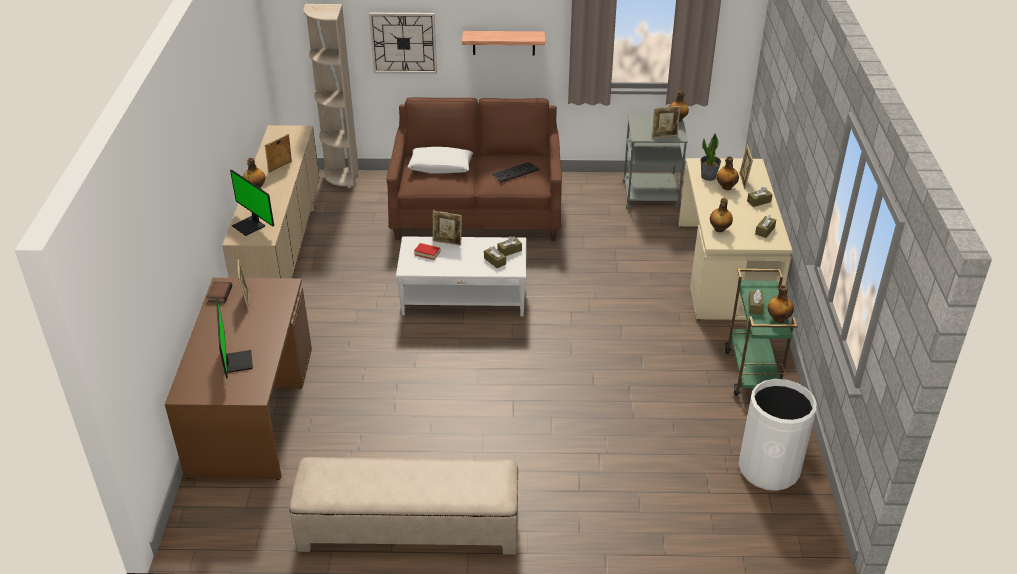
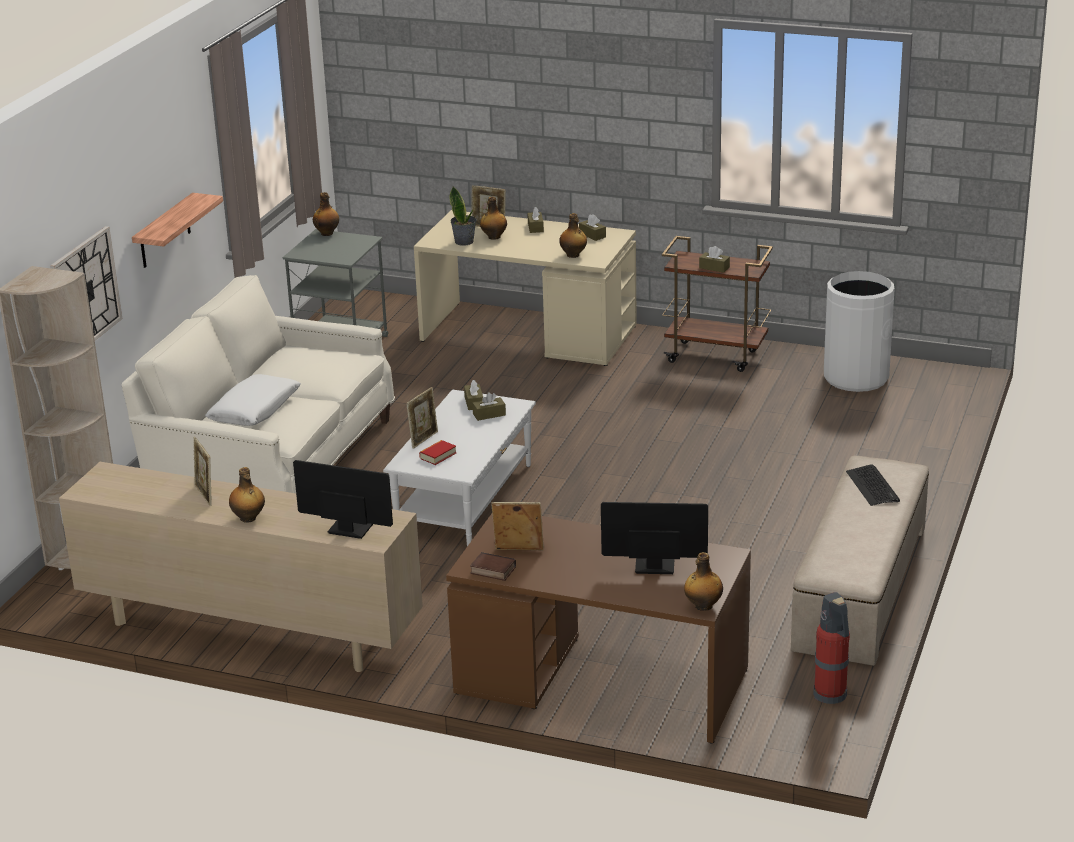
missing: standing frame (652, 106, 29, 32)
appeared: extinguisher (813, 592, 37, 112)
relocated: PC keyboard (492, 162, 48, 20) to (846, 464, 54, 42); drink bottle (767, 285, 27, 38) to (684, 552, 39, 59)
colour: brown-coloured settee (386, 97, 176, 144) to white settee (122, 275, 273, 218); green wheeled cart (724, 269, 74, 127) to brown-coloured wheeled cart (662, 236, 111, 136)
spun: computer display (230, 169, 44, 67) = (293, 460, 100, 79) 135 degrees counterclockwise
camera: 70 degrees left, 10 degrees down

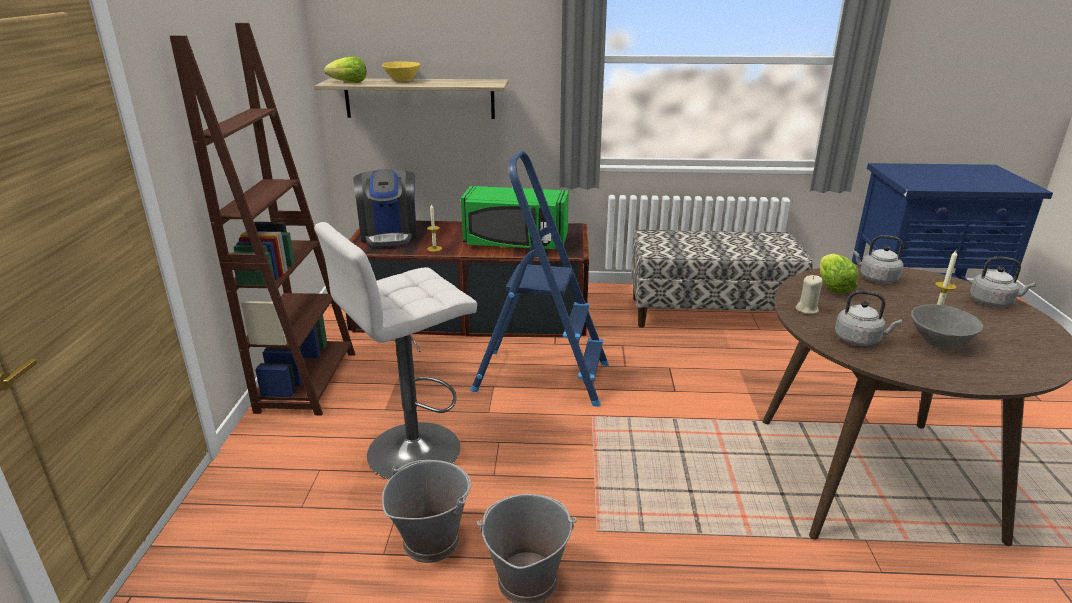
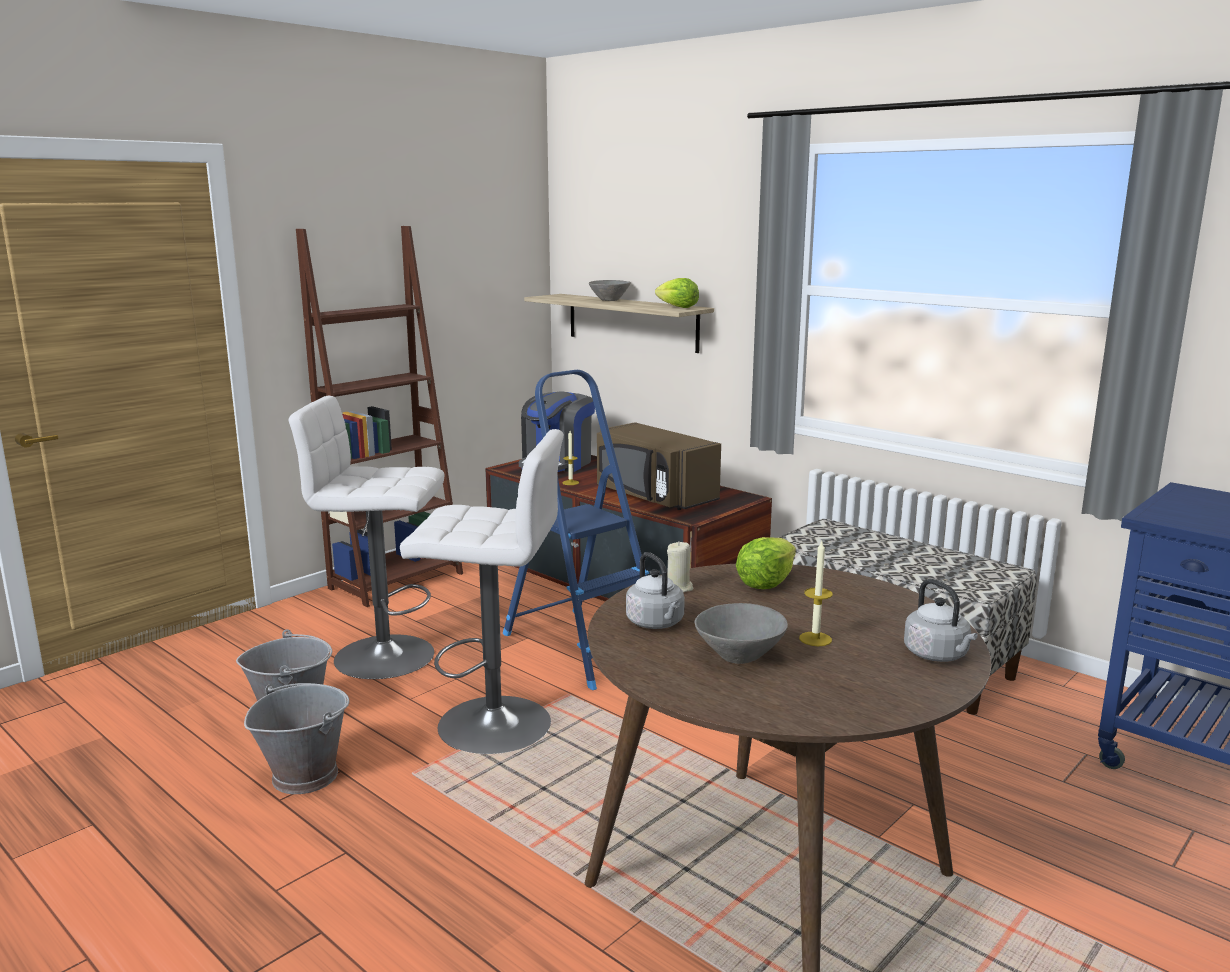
missing: gray tea kettle (852, 235, 52, 49)
appeared: white stool (400, 429, 164, 325)
relocated: lettuce head (324, 57, 43, 26) to (655, 278, 44, 30)
colour: yellow deep dish (382, 61, 38, 21) to gray deep dish (589, 280, 42, 21); green microwave oven (461, 186, 108, 64) to brown-coloured microwave oven (597, 422, 124, 88)
camera: 40 degrees right, 10 degrees down

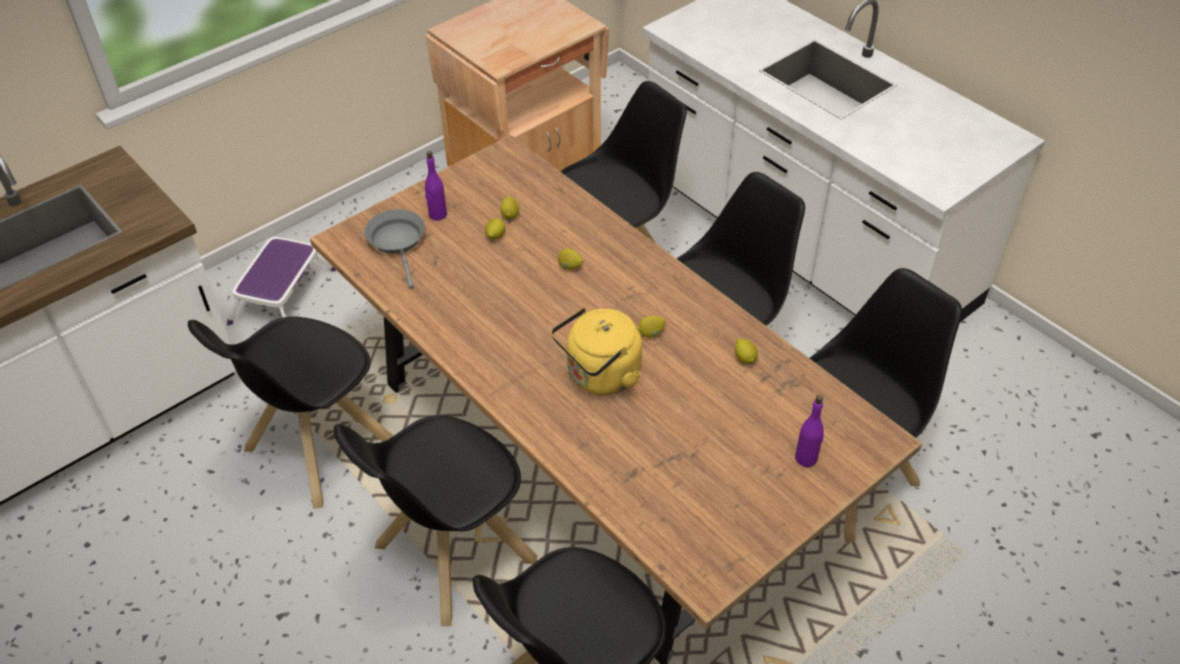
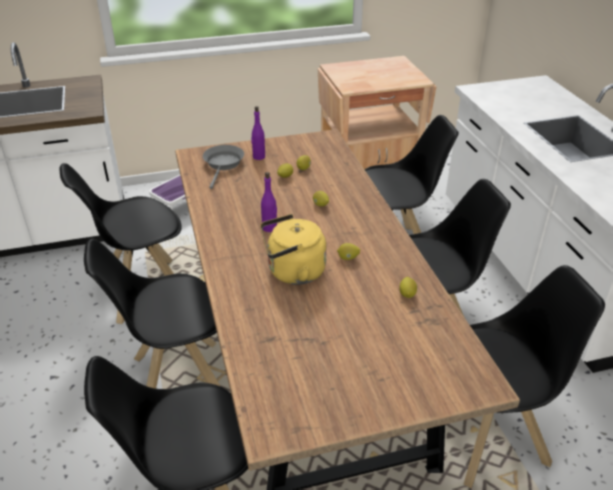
relocated: purple-coloured drink bottle (795, 395, 29, 72) to (261, 172, 16, 60)
camera: 25 degrees right, 10 degrees down

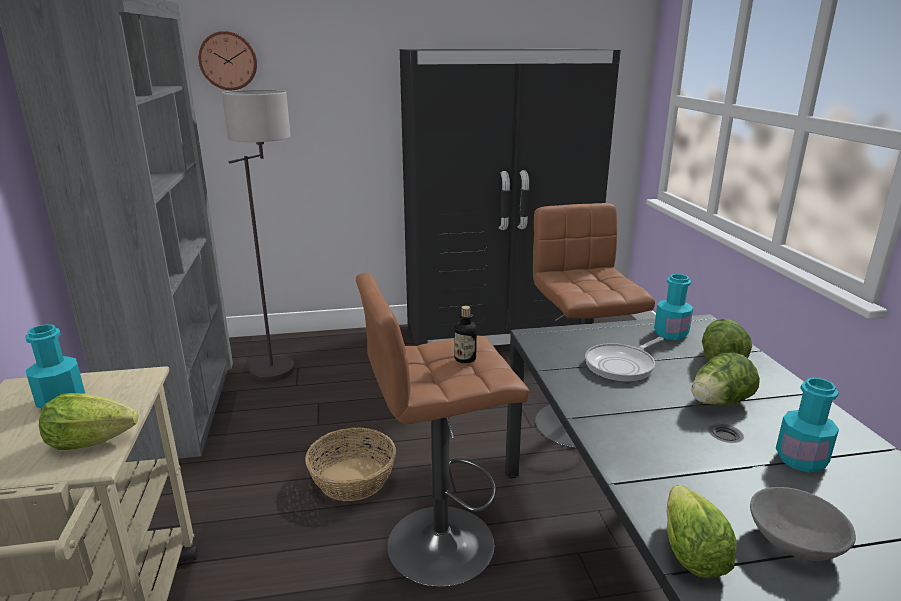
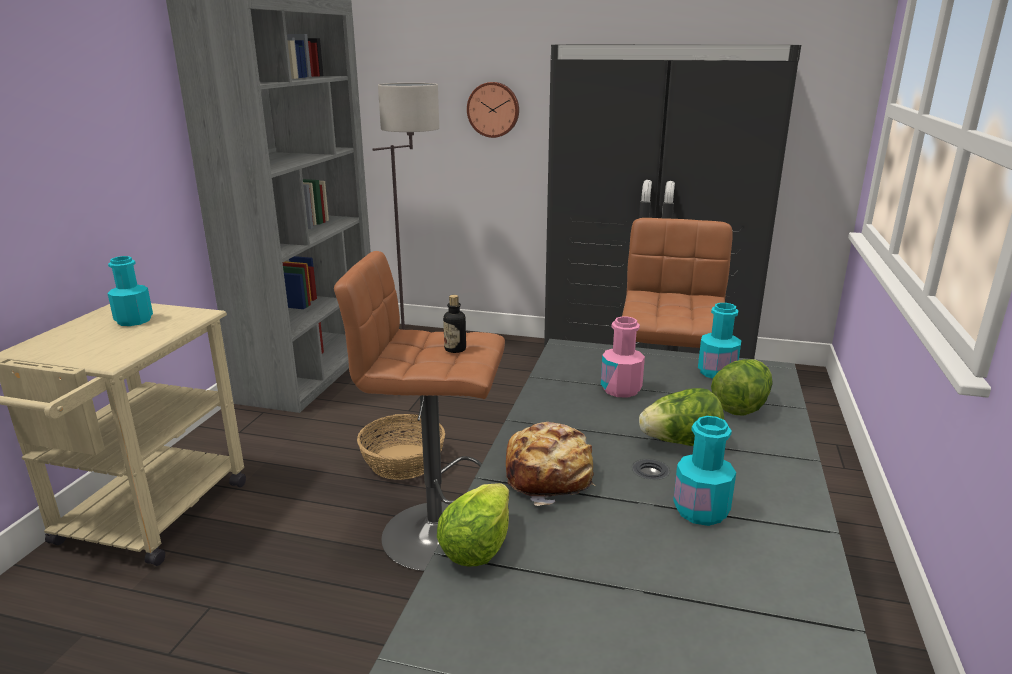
missing: lettuce head (39, 393, 99, 57); gray deep dish (750, 487, 106, 74)
appeared: bread (506, 422, 89, 84)
relocated: wall clock (198, 31, 59, 59) to (467, 82, 52, 56)
exchanged: skillet (585, 337, 79, 45) to pinkish drink bottle (601, 316, 44, 82)
camera: 25 degrees right, 0 degrees up

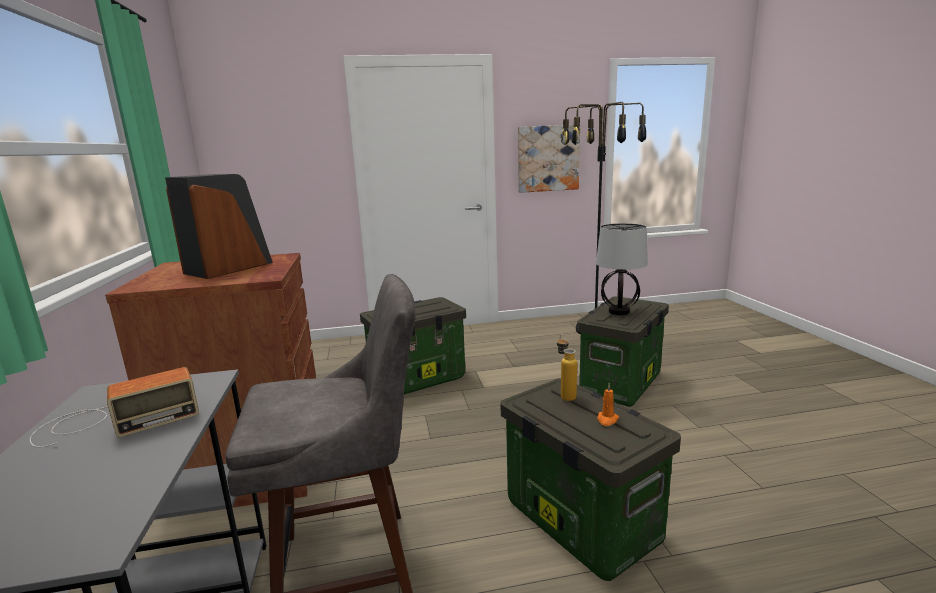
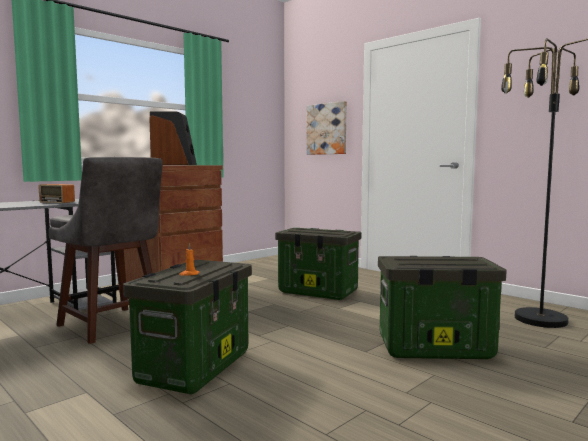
missing: drink bottle (557, 335, 20, 66); tabletop lamp (596, 223, 52, 92)
relocated: picture (518, 125, 62, 68) to (307, 101, 40, 54)
camera: 55 degrees right, 10 degrees down

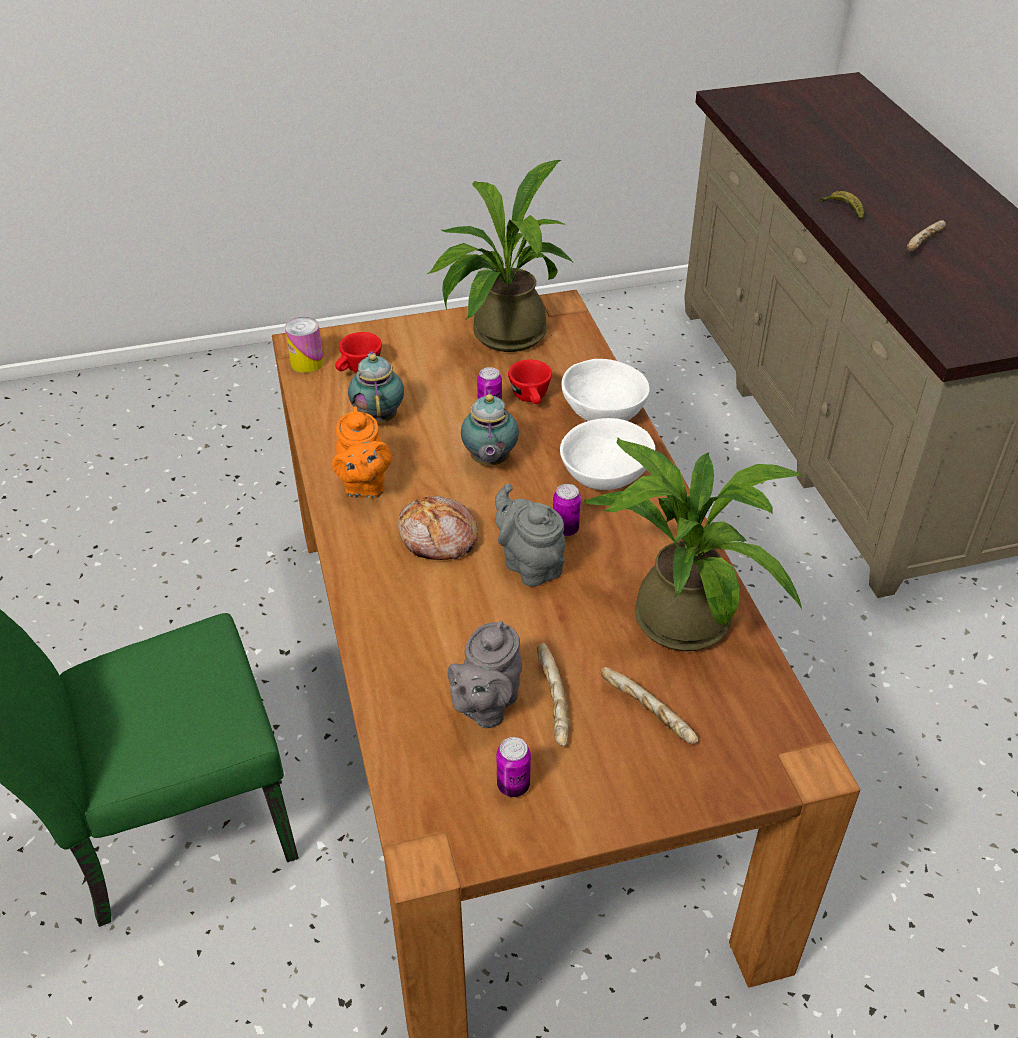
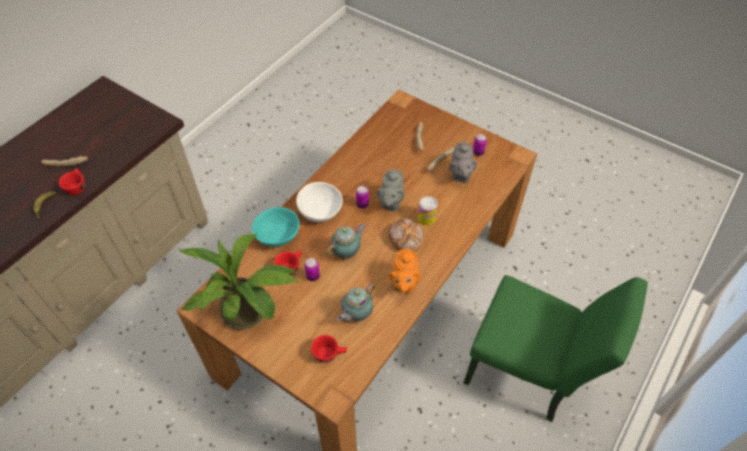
missing: houseplant (584, 438, 219, 213)
appeared: red-coloured cup (59, 169, 26, 26)
relocated: sealed can (285, 317, 39, 56) to (418, 196, 20, 30)
colour: white deep dish (561, 359, 89, 62) to turquoise-coloured deep dish (252, 207, 48, 40)
spun: orange-coloured tea pot (332, 407, 59, 92) = (389, 249, 31, 45) 150 degrees clockwise; gray tea pot (448, 621, 74, 107) = (449, 141, 28, 42) 105 degrees clockwise
camera: 130 degrees left, 10 degrees up

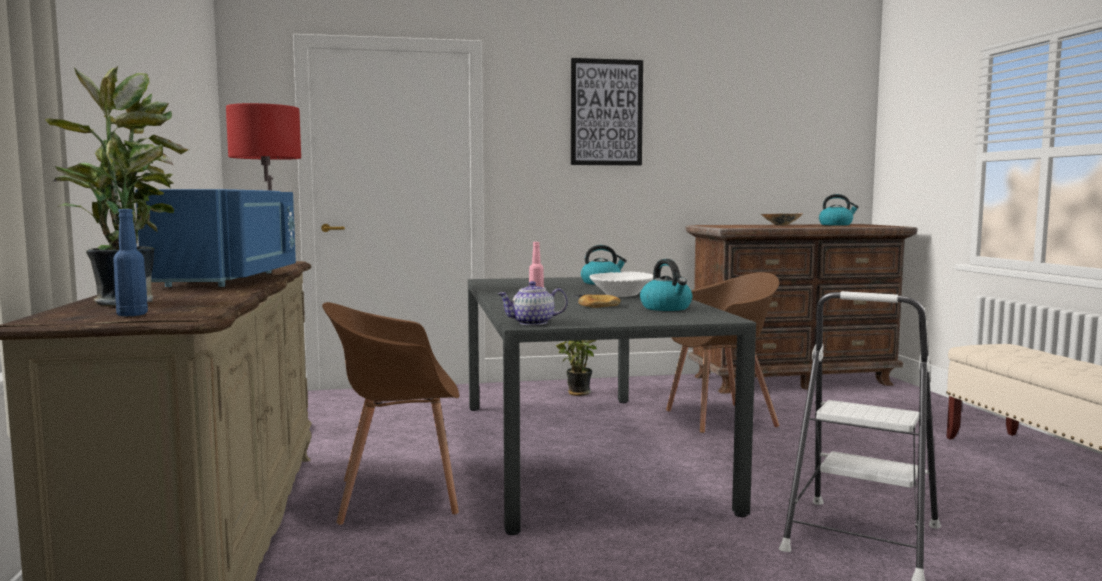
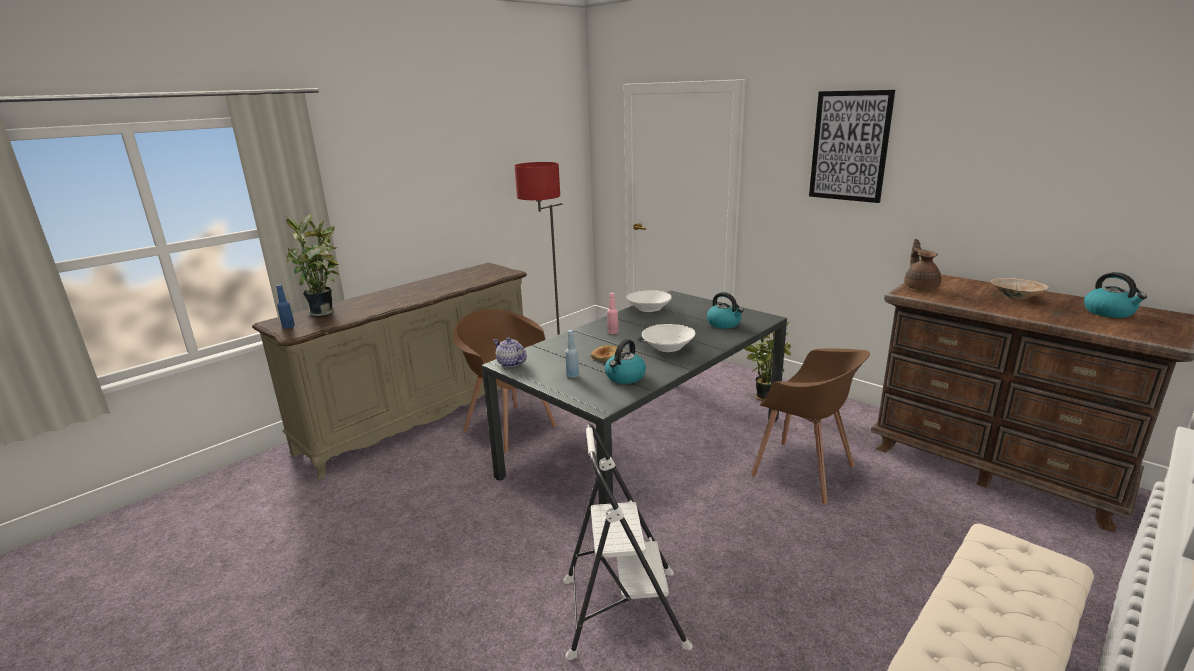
missing: bluish microwave oven (135, 189, 161, 98)
appeared: bluish drink bottle (565, 330, 14, 48); white deep dish (626, 290, 46, 22); brown-coloured tea pot (904, 239, 37, 51)
camera: 55 degrees right, 15 degrees up

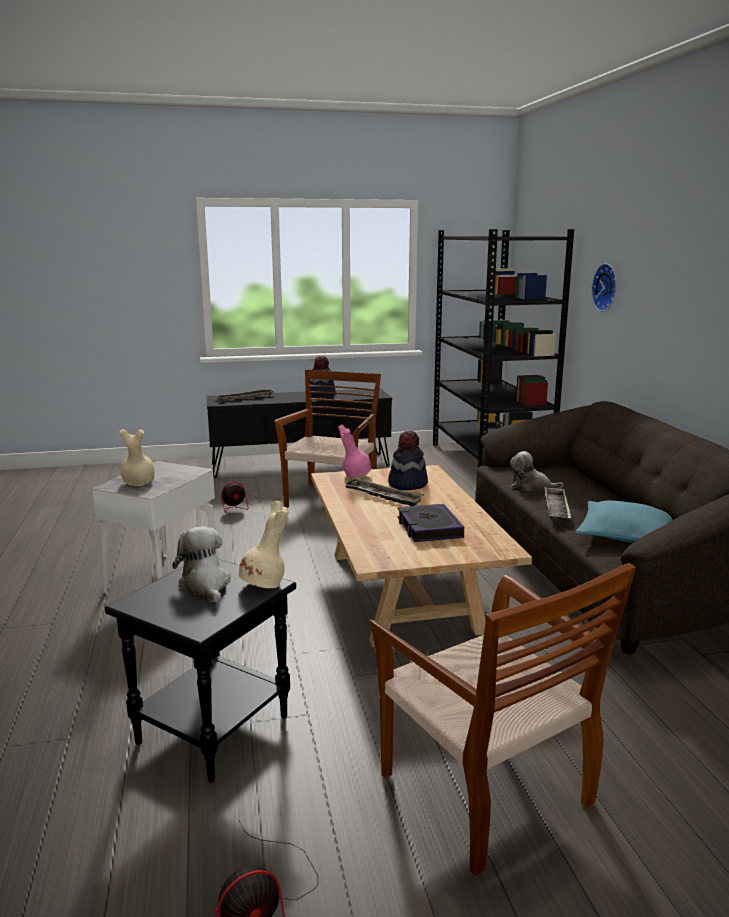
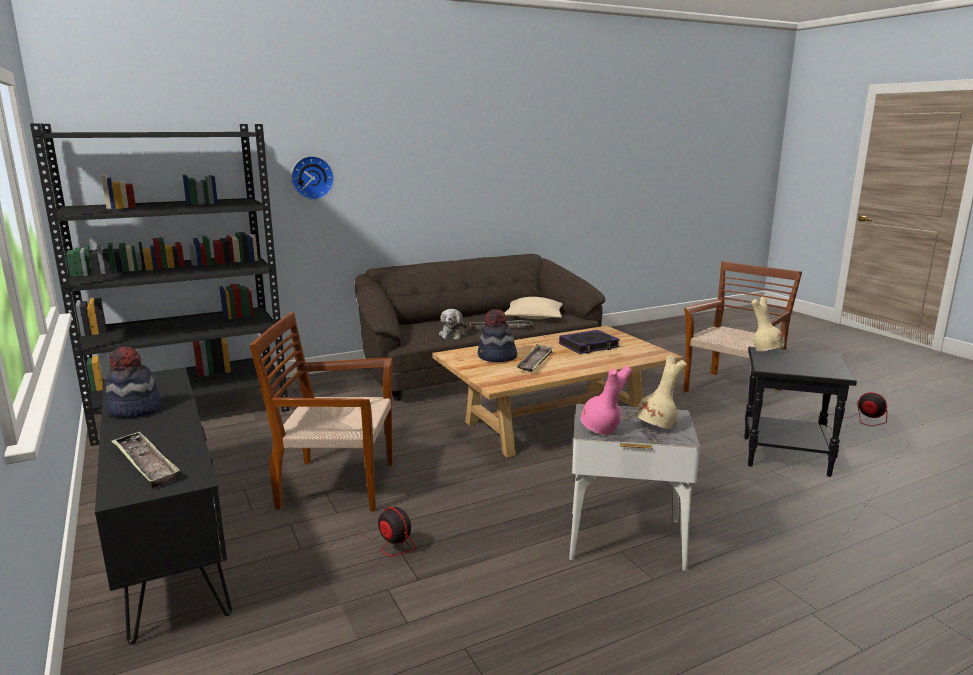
missing: soft toy (172, 526, 59, 77)
relocated: pinkish decorative vase (338, 425, 33, 53) to (581, 365, 51, 70)
colour: turquoise-coloured throw pillow (576, 501, 97, 42) to beige throw pillow (504, 297, 59, 22)
camera: 105 degrees left, 0 degrees up

